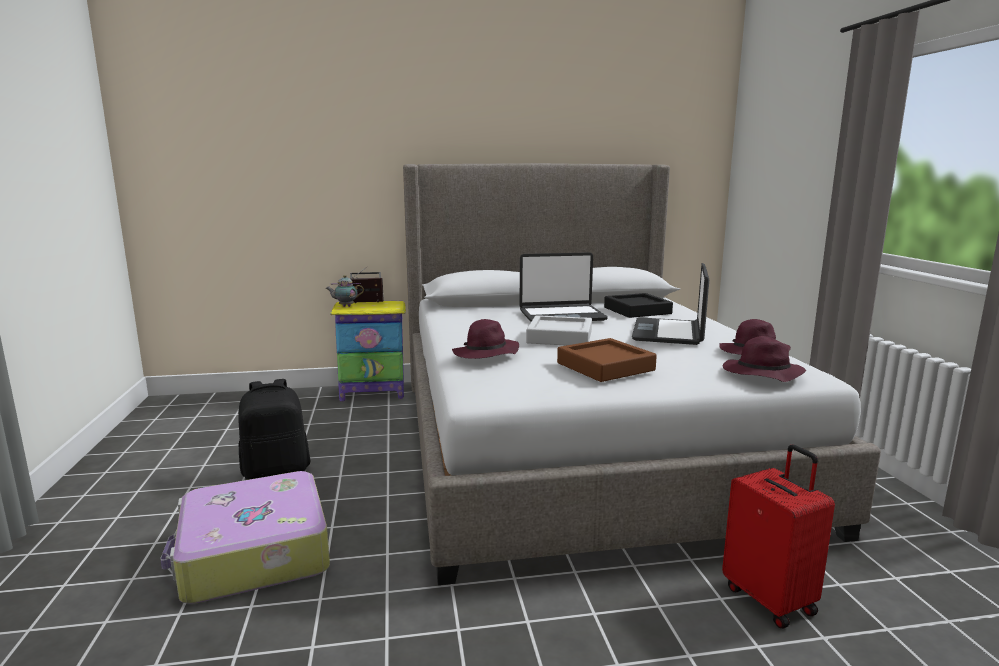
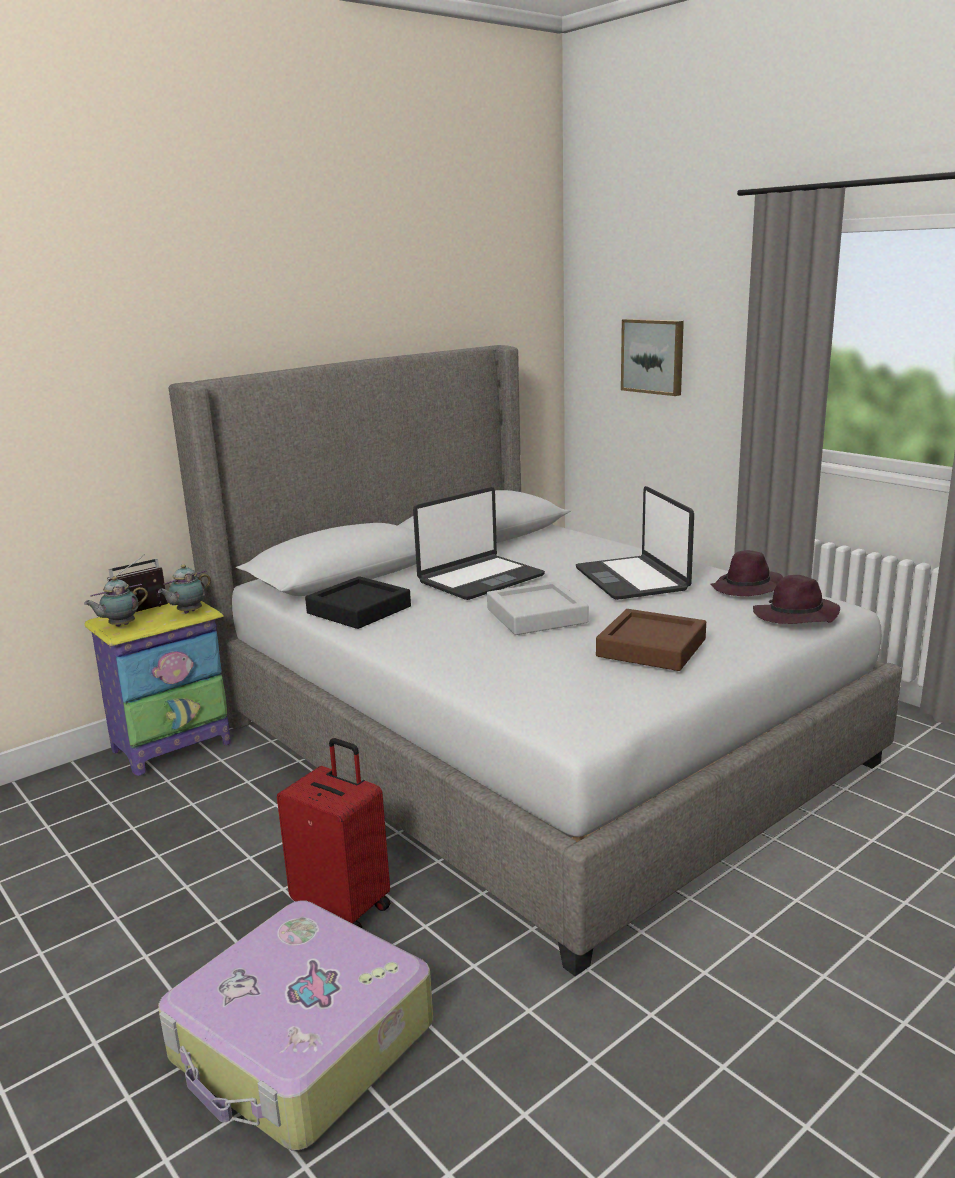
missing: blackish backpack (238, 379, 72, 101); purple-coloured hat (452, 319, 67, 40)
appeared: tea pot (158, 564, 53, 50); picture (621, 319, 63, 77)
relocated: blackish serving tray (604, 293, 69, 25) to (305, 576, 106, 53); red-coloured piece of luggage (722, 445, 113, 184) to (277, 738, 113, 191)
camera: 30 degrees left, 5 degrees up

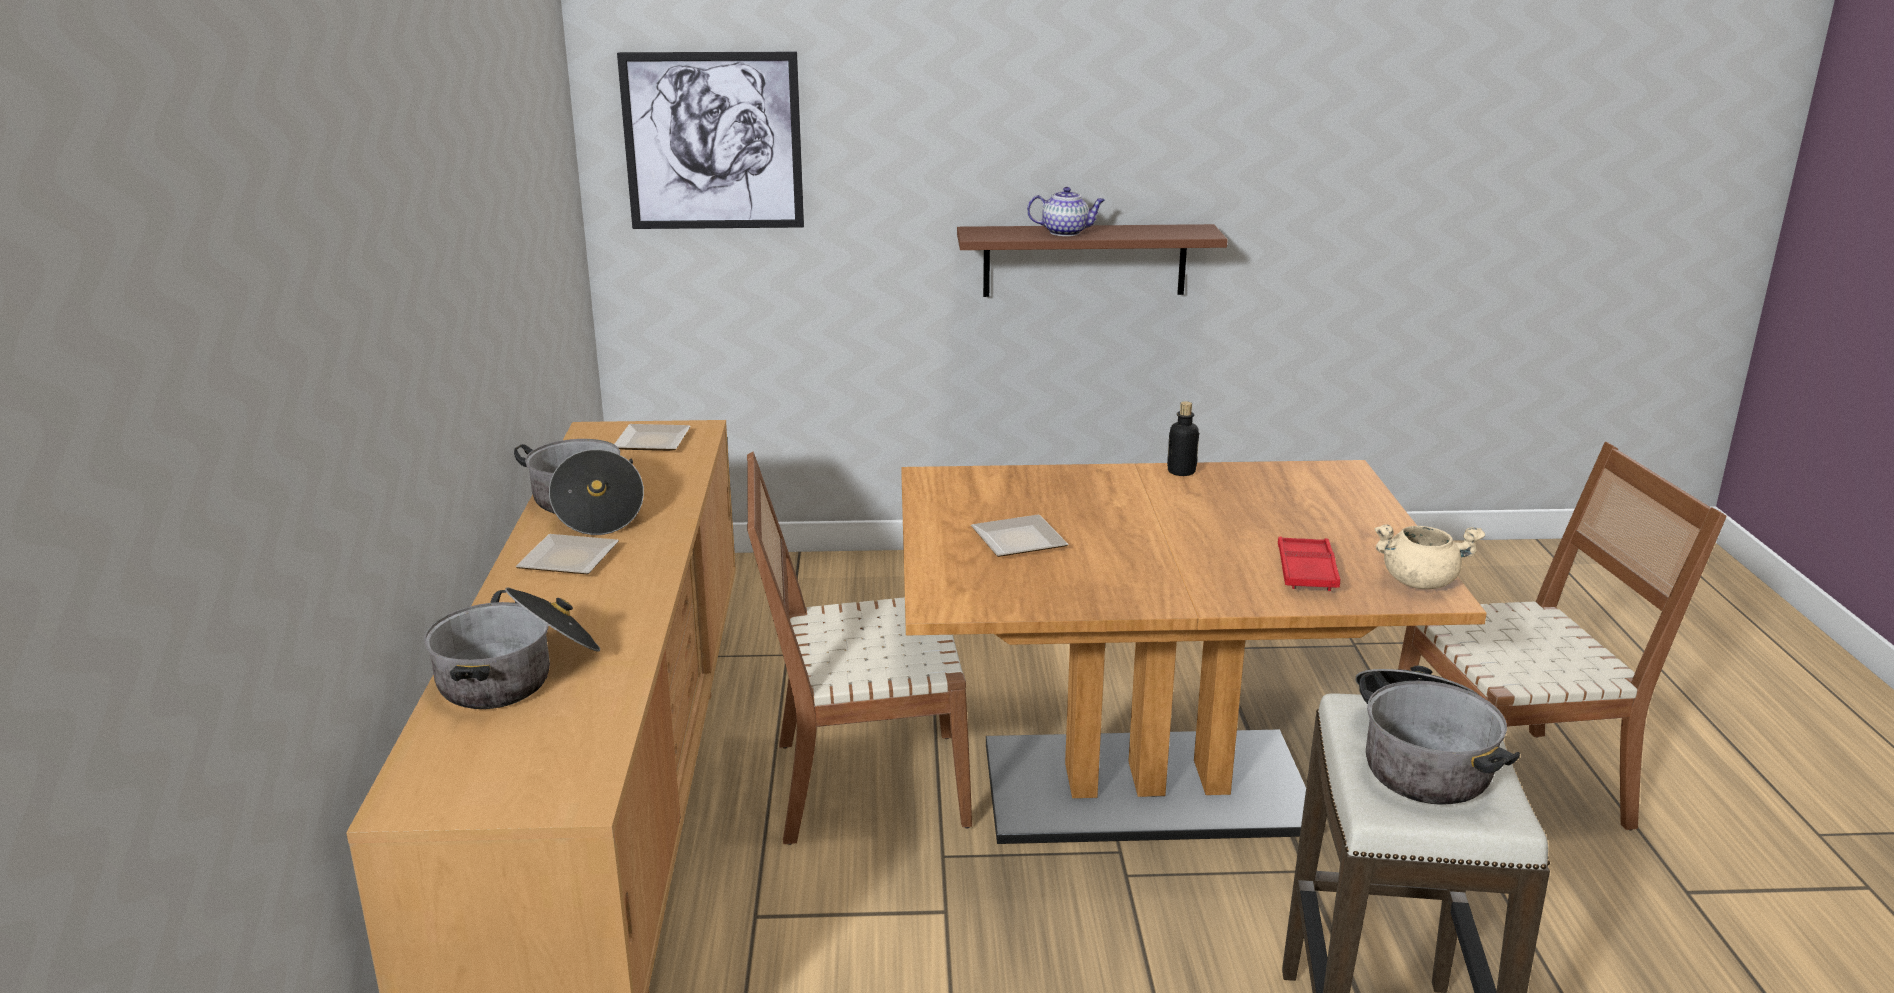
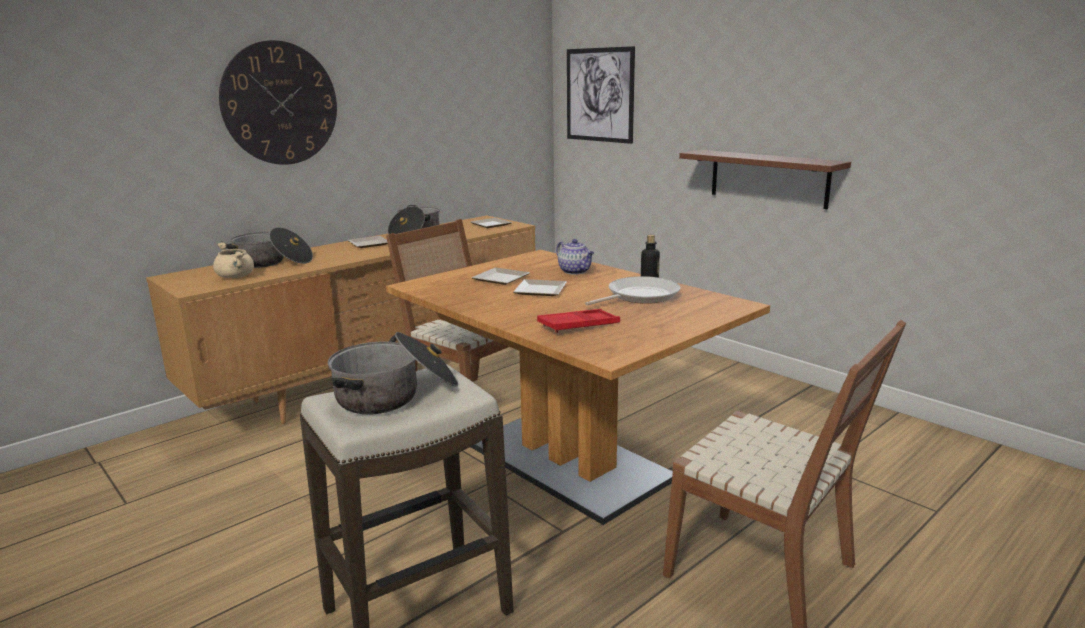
appeared: wall clock (219, 40, 118, 125); dinner plate (513, 279, 53, 17); skillet (585, 276, 95, 29)
relocated: tea pot (1027, 187, 78, 49) to (556, 239, 38, 35); beige stockpot (1375, 524, 110, 65) to (213, 242, 41, 36)
camera: 50 degrees right, 5 degrees down

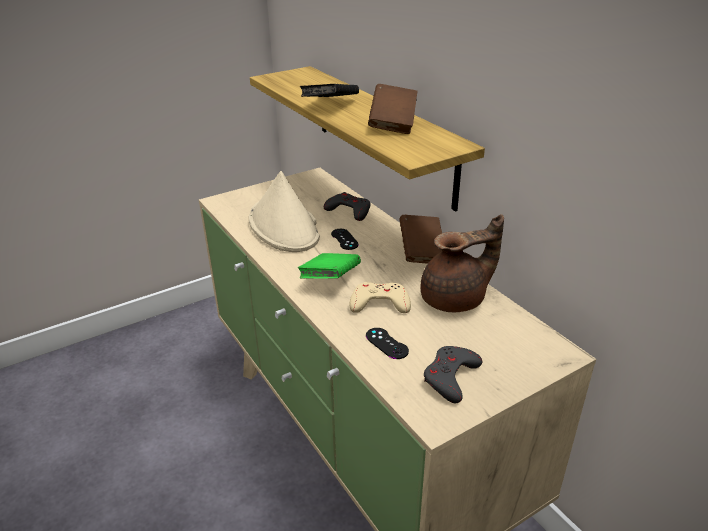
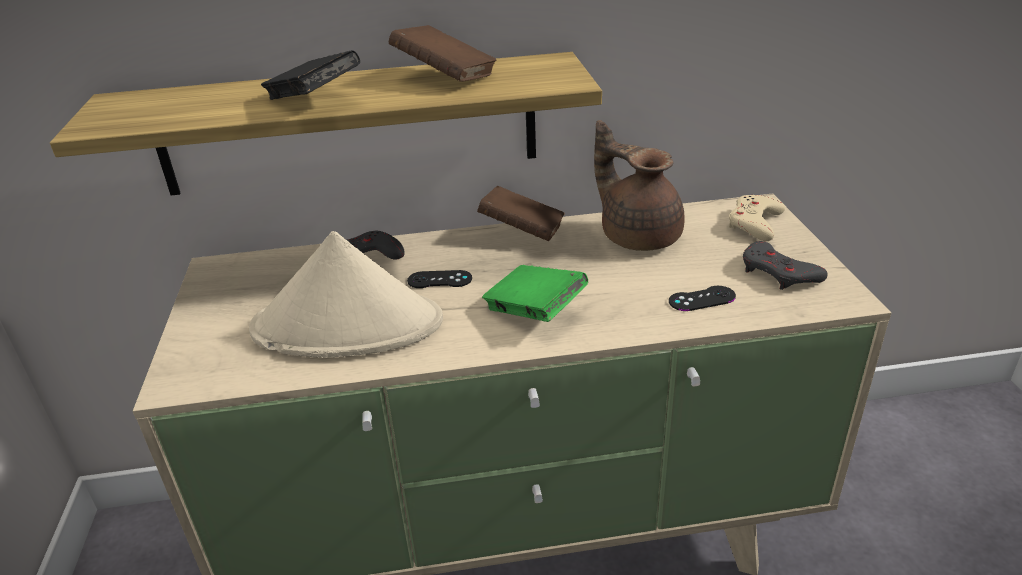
relocated: beige joypad (349, 282, 62, 31) to (729, 195, 56, 46)
spun: brown-coloured tea pot (421, 214, 83, 98) = (594, 120, 90, 131) 45 degrees counterclockwise
camera: 65 degrees left, 0 degrees up

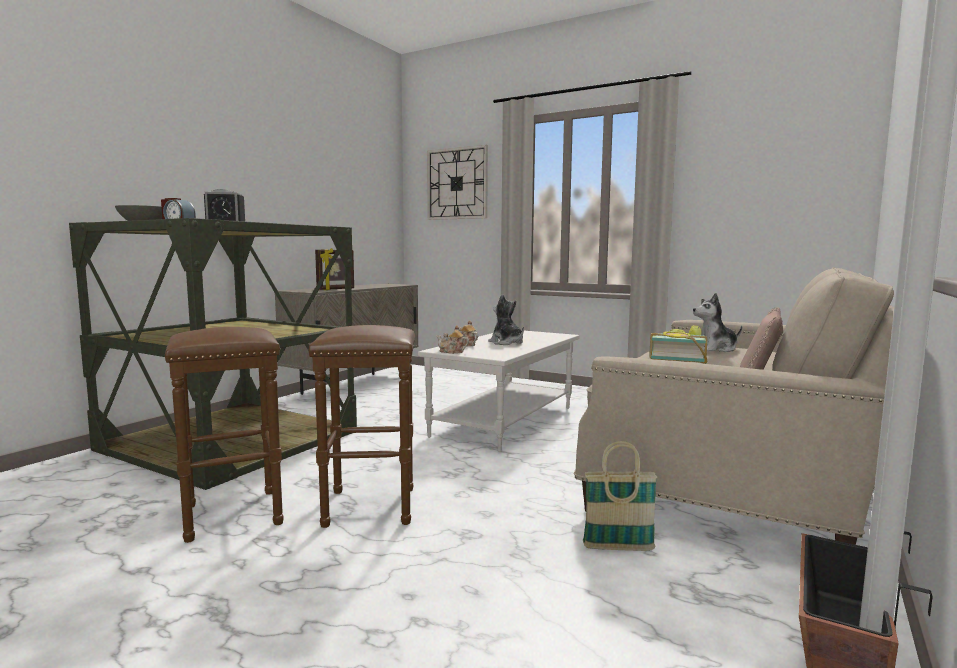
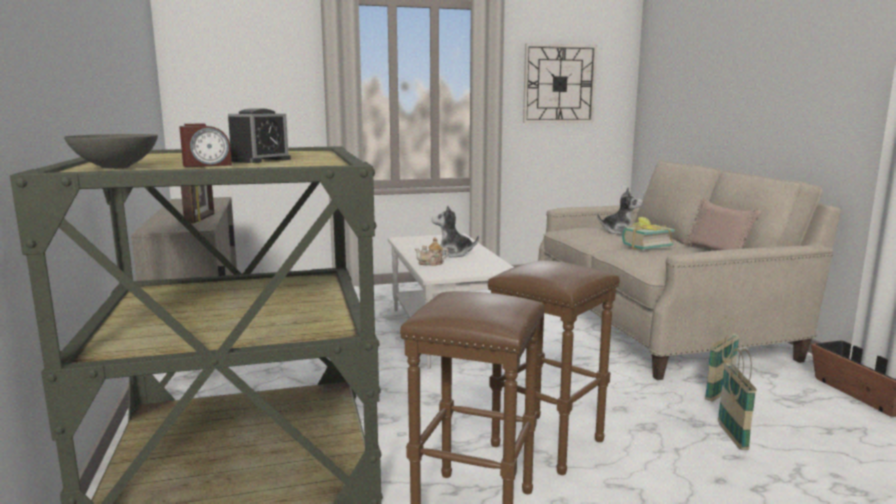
missing: tea pot (437, 325, 32, 29)
appeared: basket (718, 348, 39, 102)
relocated: wall clock (427, 145, 61, 75) to (523, 43, 74, 80)
spun: soft toy (693, 293, 49, 59) = (597, 188, 46, 47) 105 degrees counterclockwise
camera: 45 degrees left, 5 degrees up

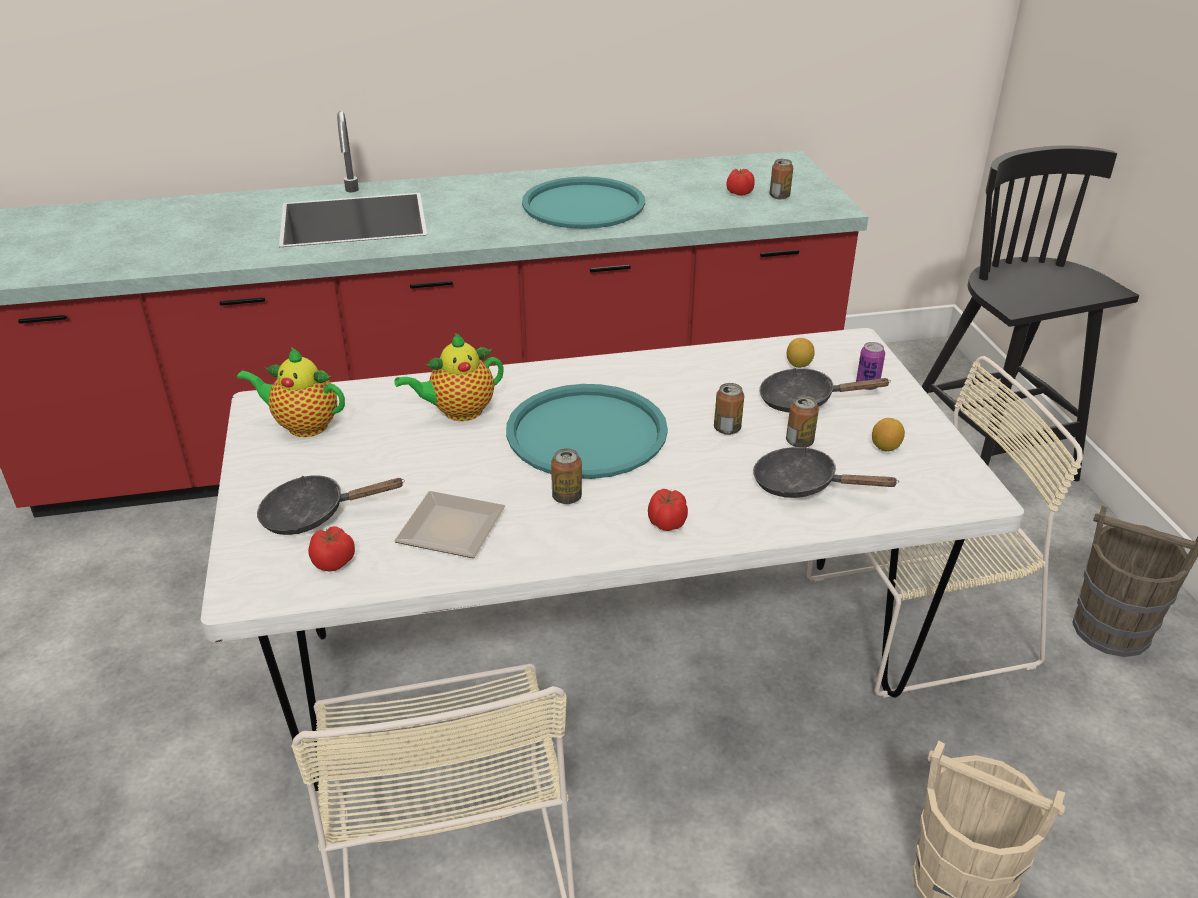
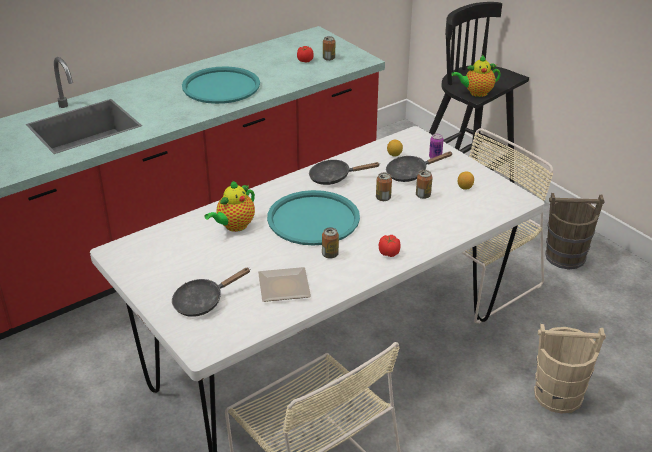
missing: whole tomato (308, 526, 47, 45)
relocated: tea pot (236, 347, 109, 90) to (451, 55, 50, 42); blackish skillet (753, 447, 146, 51) to (309, 160, 71, 25)
camera: 25 degrees left, 0 degrees up

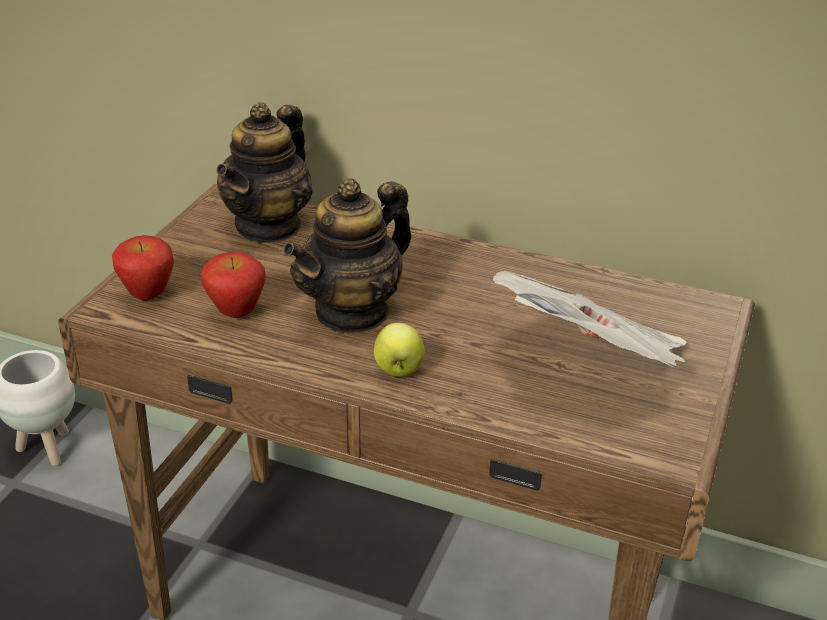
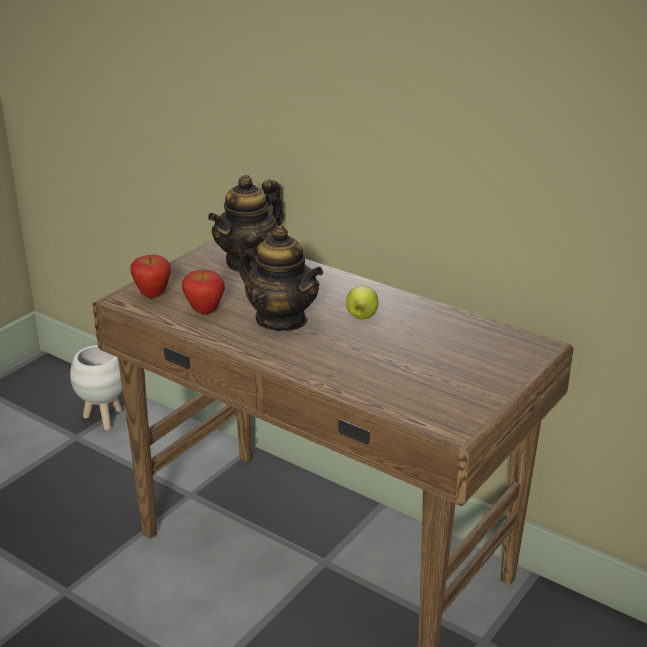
missing: daily paper (493, 271, 194, 96)
relocated: whole apple (374, 323, 51, 54) to (346, 285, 32, 34)
spun: tea pot (283, 178, 129, 157) = (239, 225, 84, 106) 105 degrees counterclockwise
camera: 15 degrees right, 5 degrees down

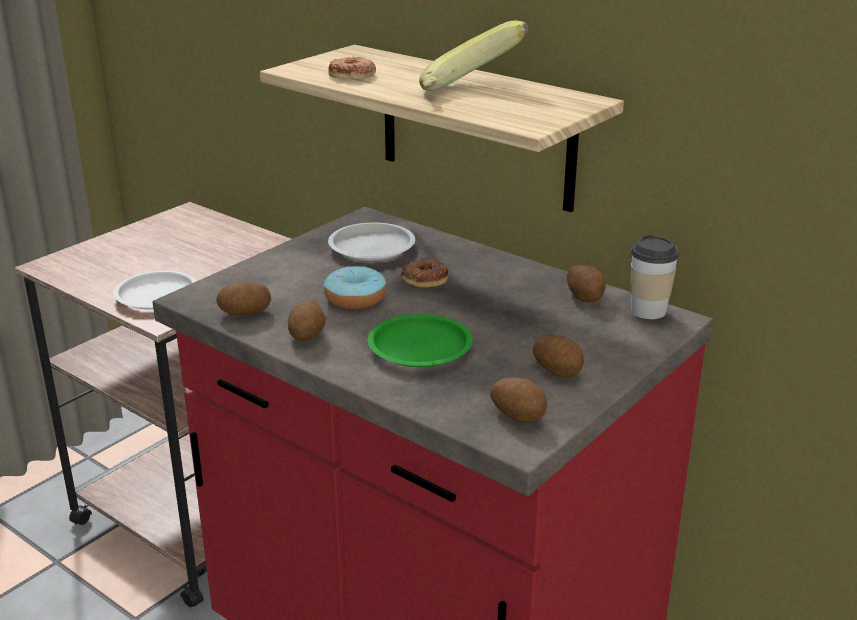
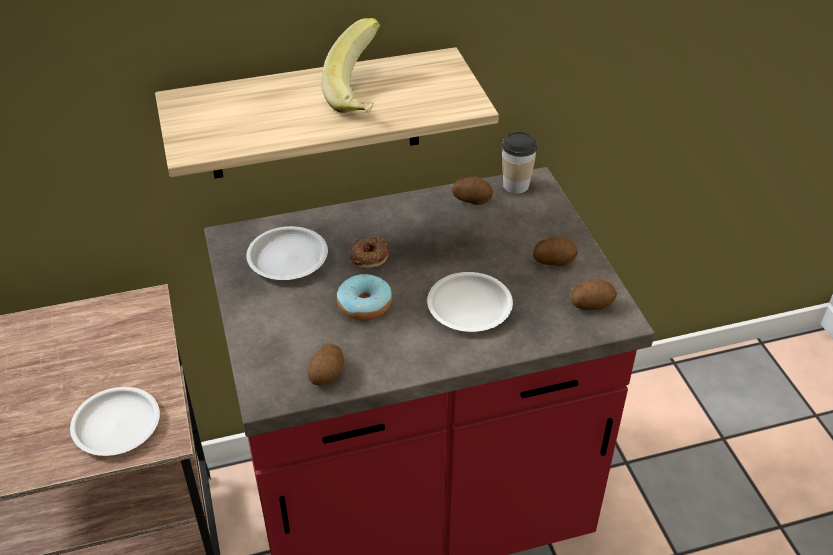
missing: whole potato (288, 300, 38, 41); ring doughnut (328, 56, 48, 23)
colour: green dinner plate (368, 314, 105, 53) to white dinner plate (427, 272, 86, 60)
camera: 55 degrees left, 15 degrees up

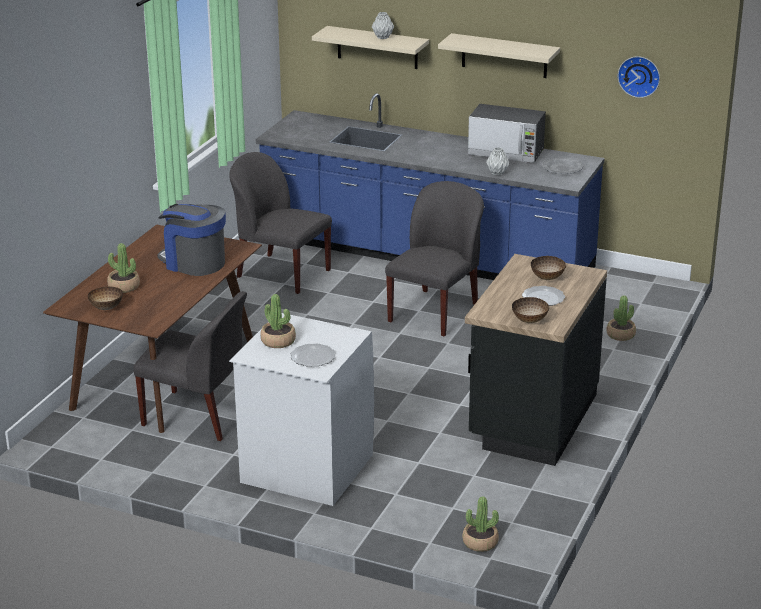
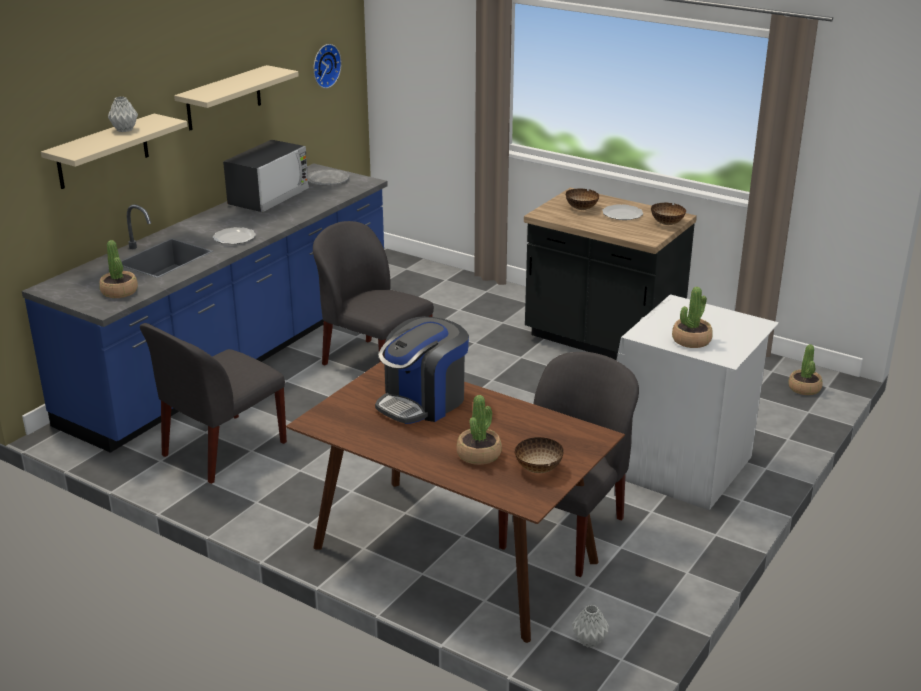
relocated: dinner plate (291, 343, 45, 24) to (213, 227, 43, 17); gray decorative vase (486, 147, 23, 28) to (572, 605, 37, 43); houseplant (606, 295, 30, 46) to (99, 240, 39, 58)
camera: 80 degrees left, 0 degrees up

